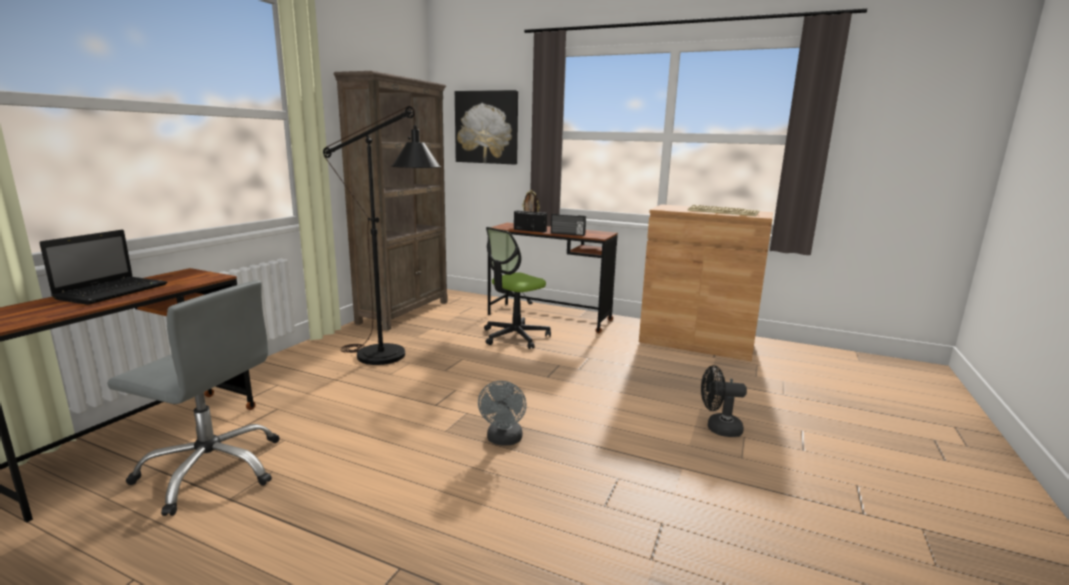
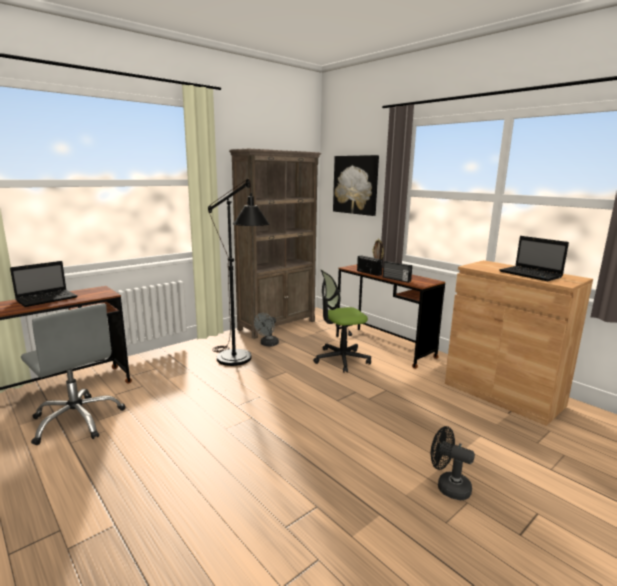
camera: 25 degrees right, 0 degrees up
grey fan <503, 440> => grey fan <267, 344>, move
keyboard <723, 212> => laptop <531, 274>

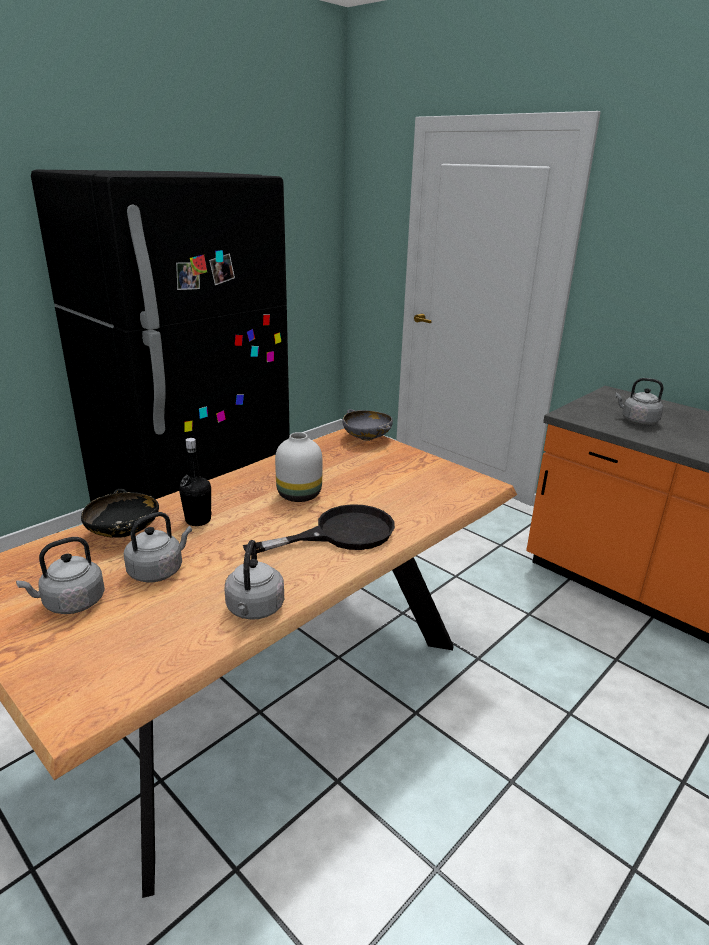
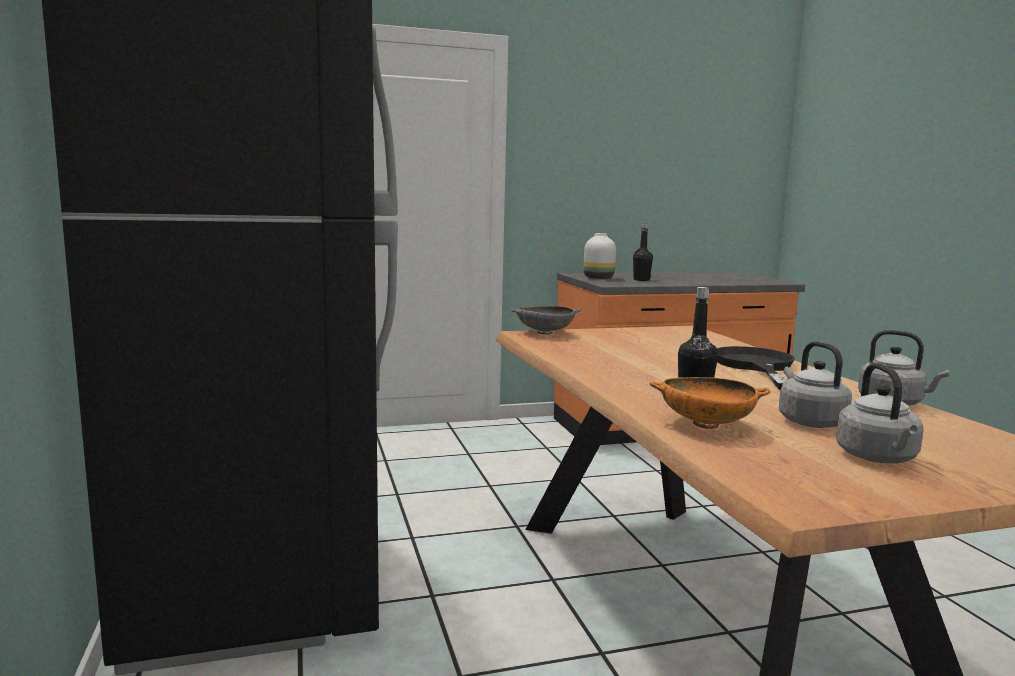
camera: 60 degrees left, 15 degrees down
white vase <298, 495> => white vase <598, 278>, move
grey kettle <637, 421> => black bottle <641, 280>
black bowl <124, 532> => orange bowl <705, 425>

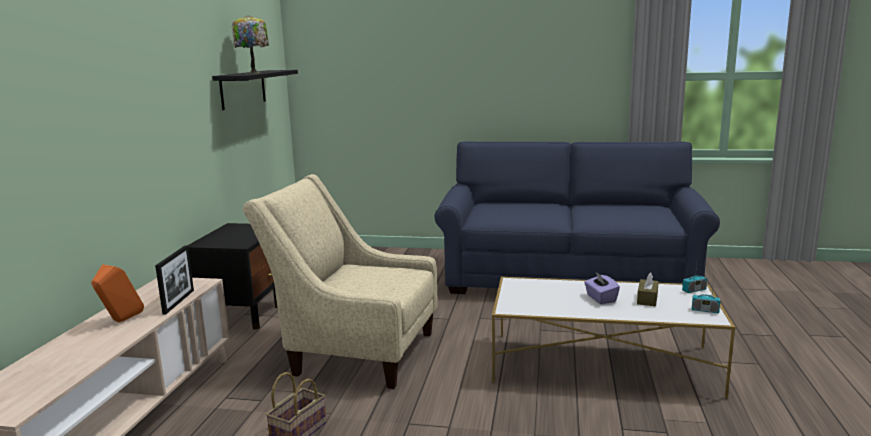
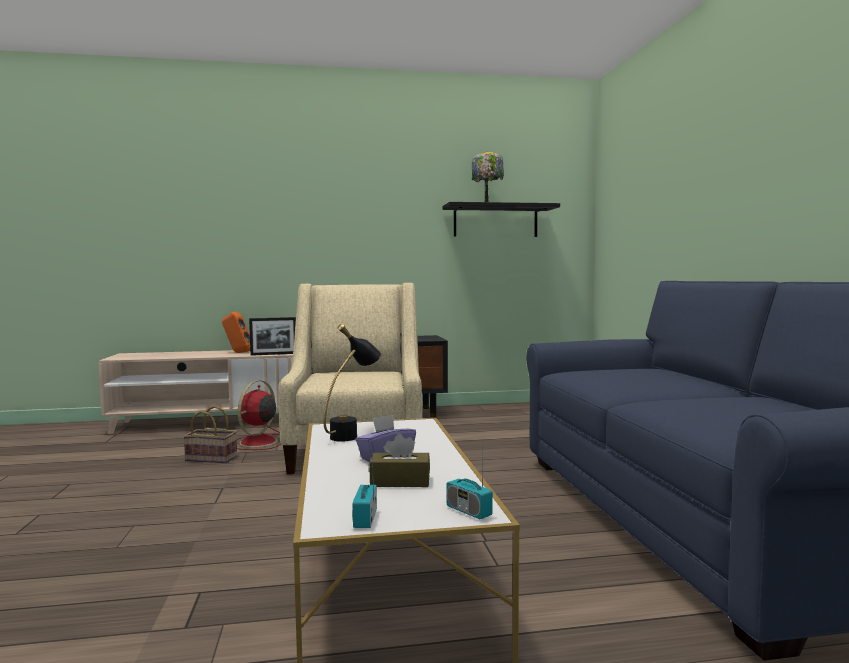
camera: 70 degrees right, 10 degrees down
nothing => red fan <257, 442>
nothing => black table lamp <351, 434>

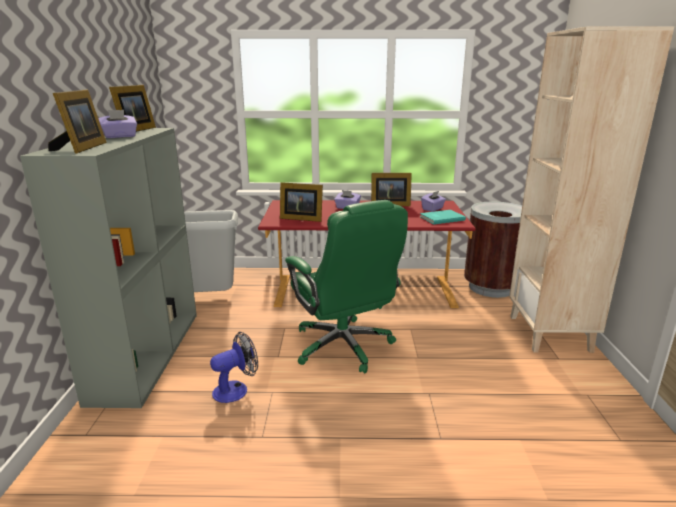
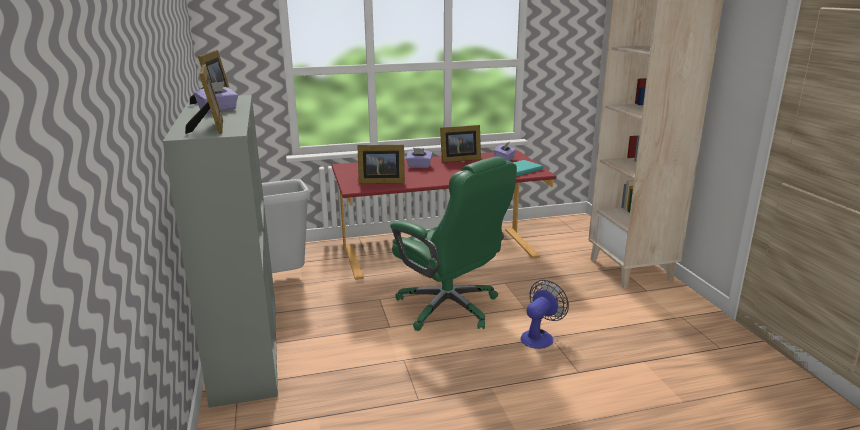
camera: 15 degrees left, 0 degrees up
brown trash can <490, 288> => nothing
fan <236, 389> => fan <540, 336>, move

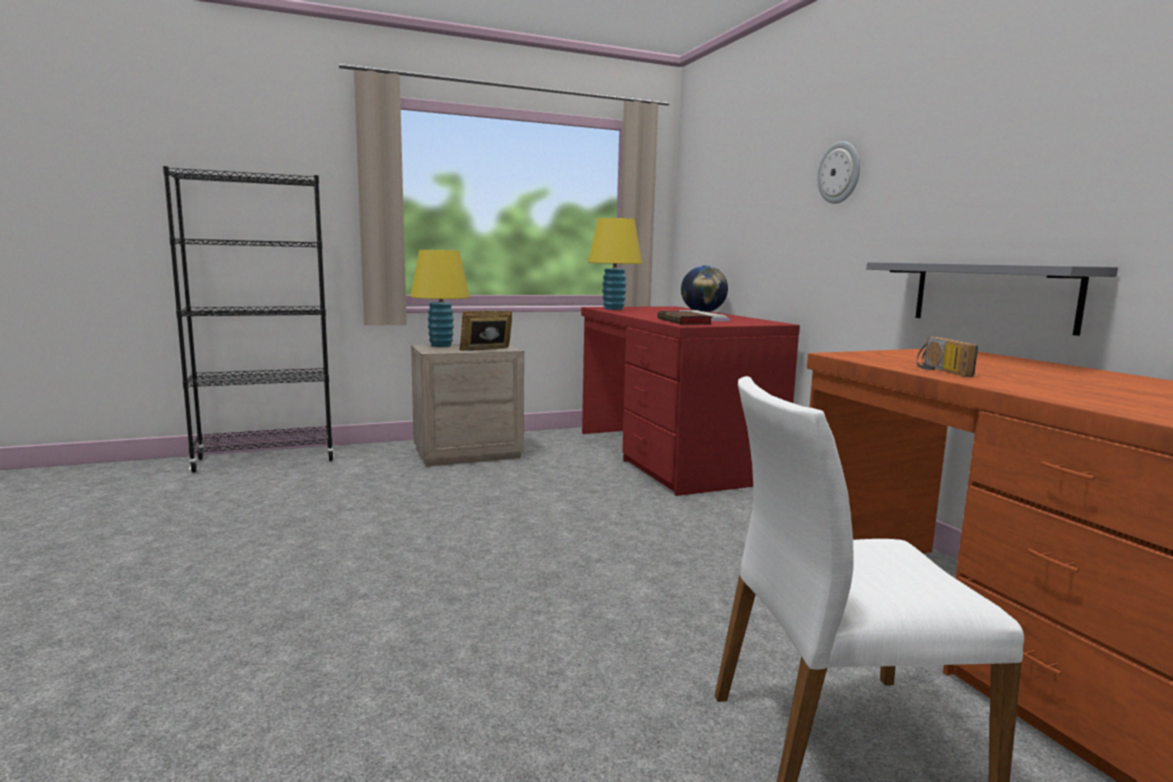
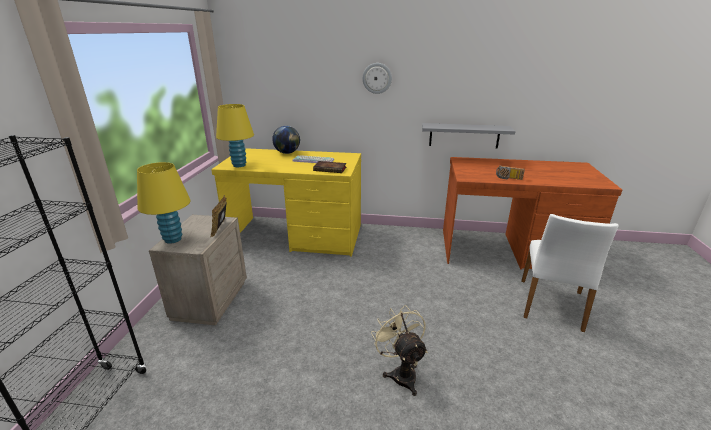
camera: 60 degrees left, 15 degrees up
nothing => beige fan <401, 373>
red desk <671, 455> => yellow desk <297, 236>

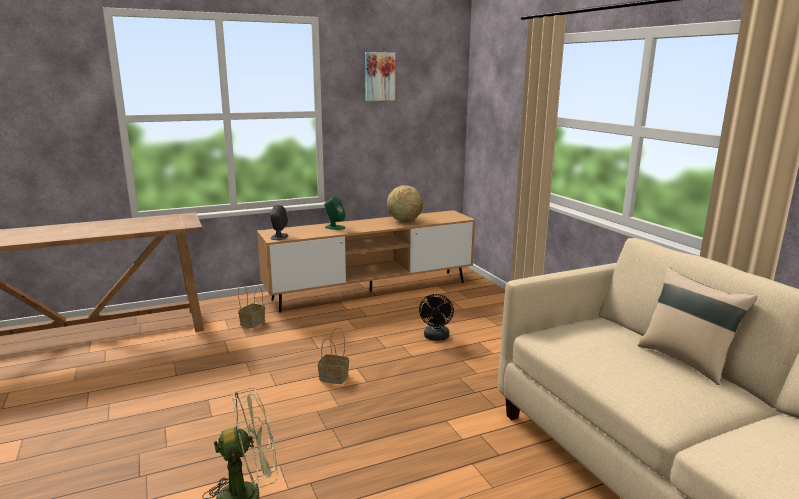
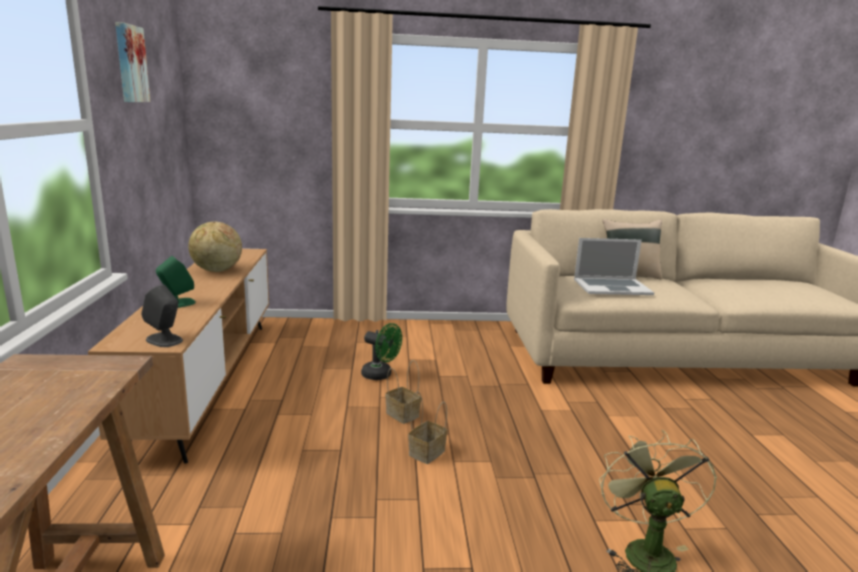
camera: 70 degrees left, 0 degrees up
nothing => laptop <612, 287>
basket <252, 322> => basket <401, 414>, move
black fan <436, 338> => green fan <381, 375>

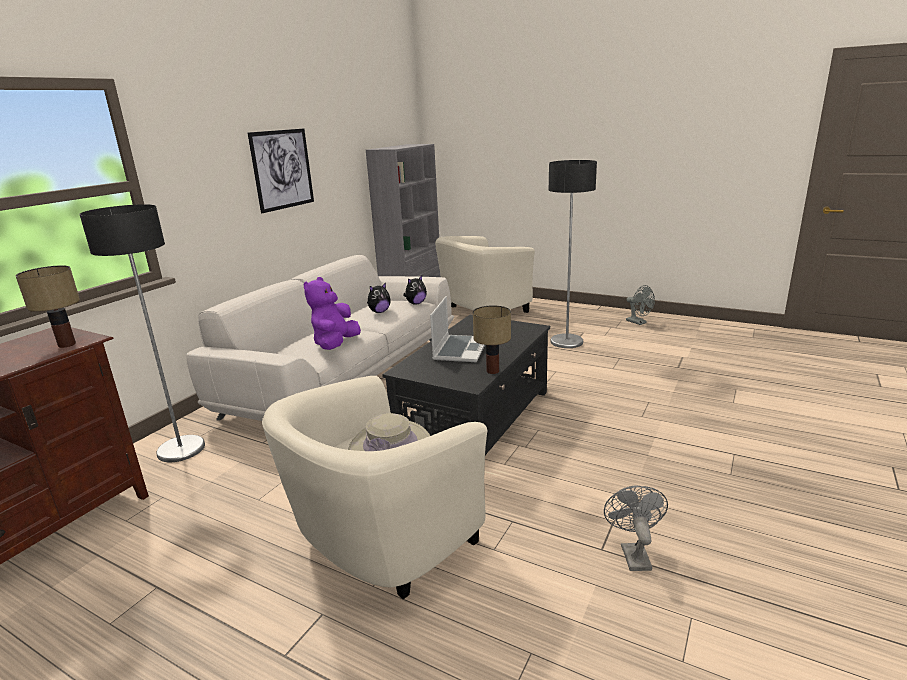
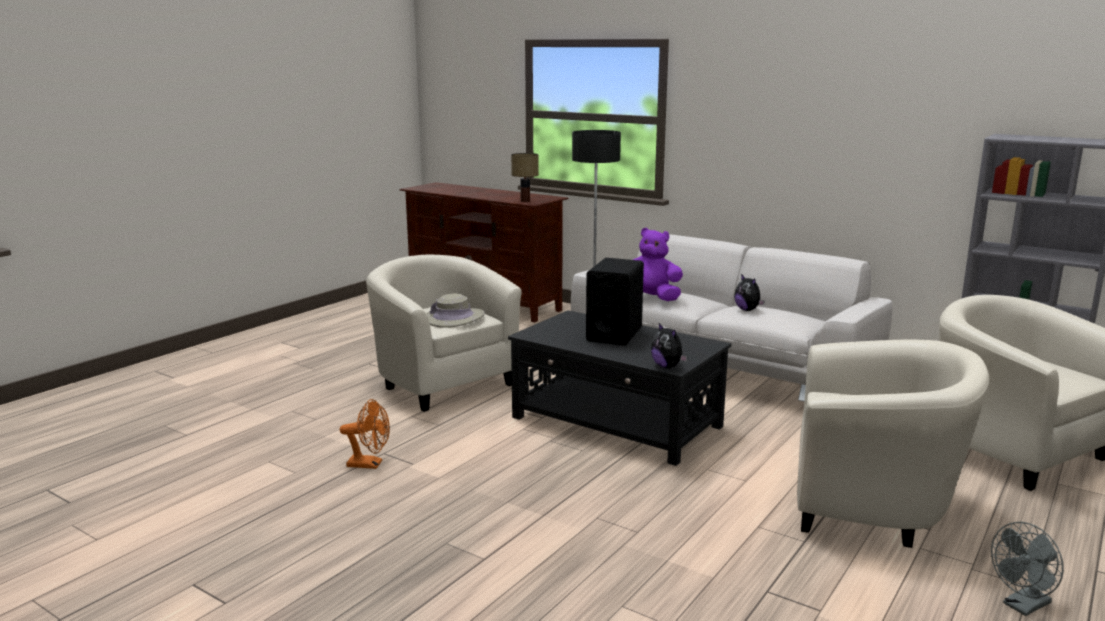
camera: 95 degrees right, 5 degrees down
picture <282, 169> => nothing
table lamp <493, 371> => nothing
plush toy <416, 303> => plush toy <667, 366>, move
laptop <460, 349> => black speaker <614, 334>
floor lamp <567, 341> => beige armchair <873, 506>
grey fan <633, 553> => orange fan <370, 464>

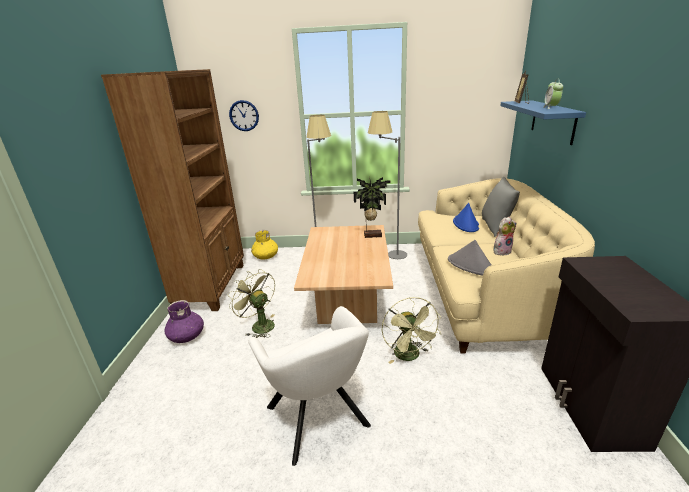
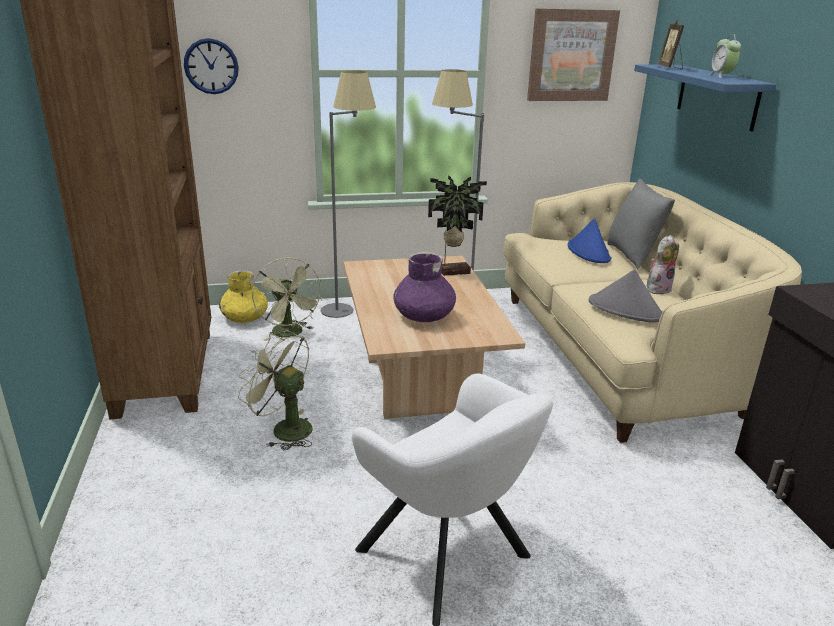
camera: 15 degrees left, 0 degrees up
nothing => picture <571, 55>
purple vase <187, 336> => purple vase <424, 316>, move
green fan <410, 356> => green fan <290, 334>, move

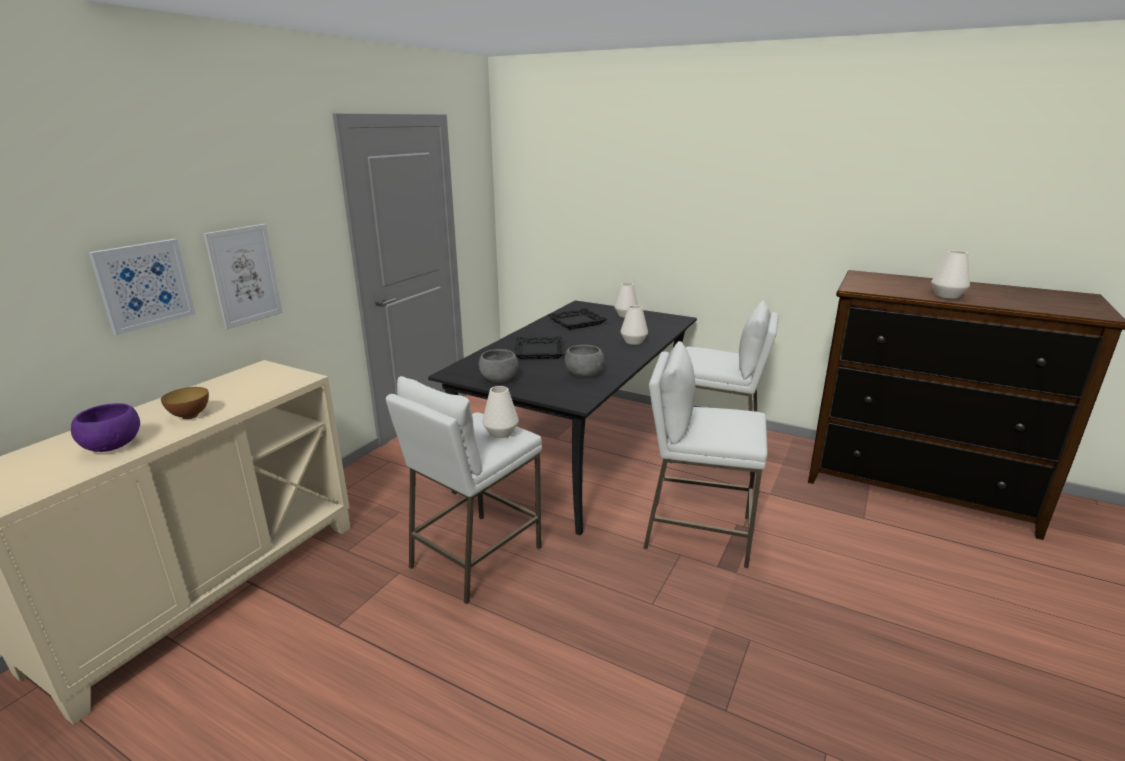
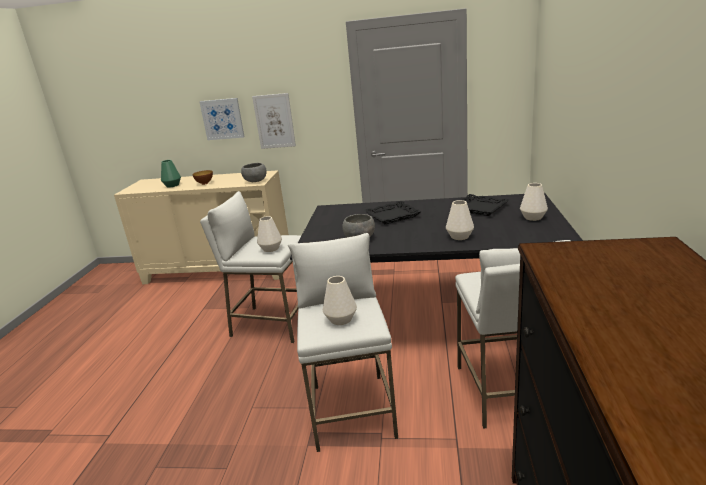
camera: 70 degrees right, 0 degrees up
grey bowl <498, 380> => grey bowl <255, 181>, move
white vase <947, 295> => white vase <341, 319>, move
purple bowl <113, 447> => green vase <172, 185>

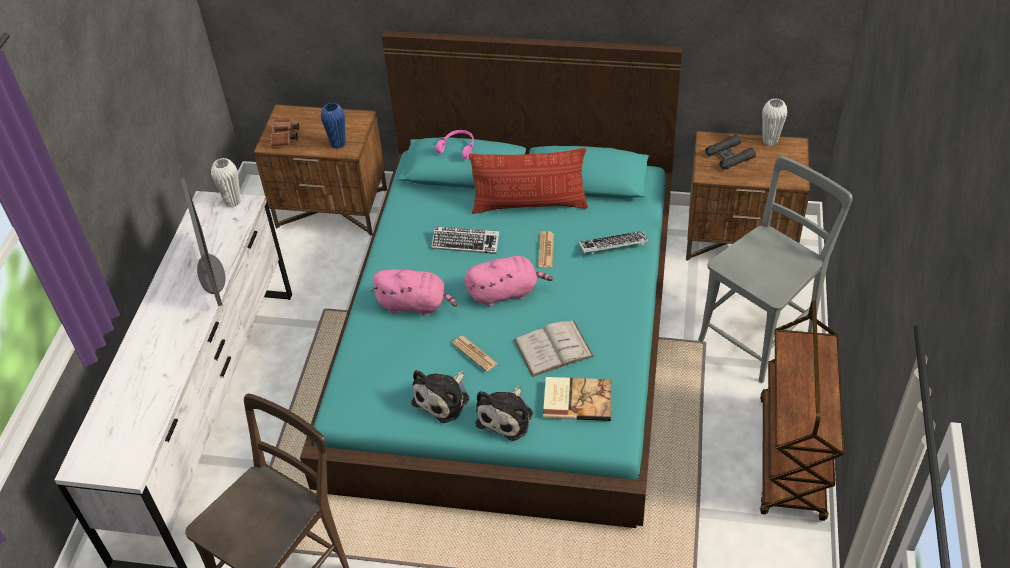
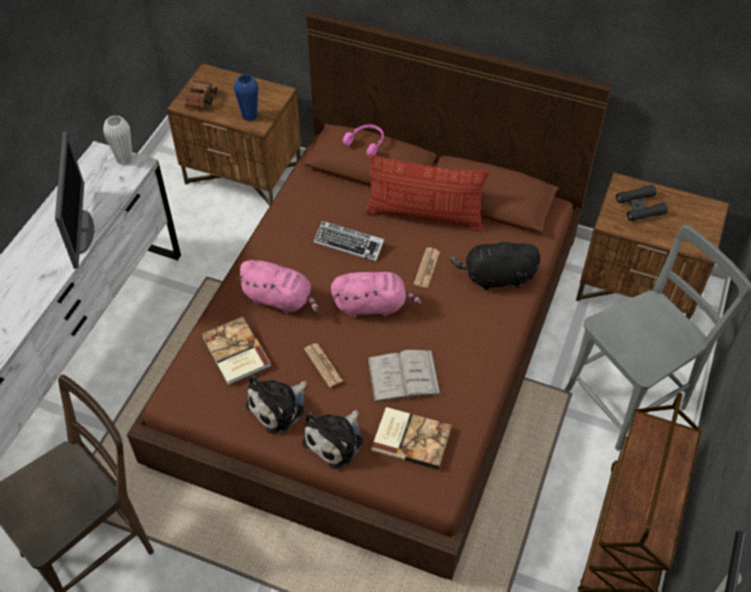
camera: 10 degrees right, 5 degrees up
white vase <770, 141> => nothing
nothing => book <235, 353>
keyboard <613, 246> => black plush toy <496, 278>
turquoise bed <509, 336> => brown bed <376, 344>

